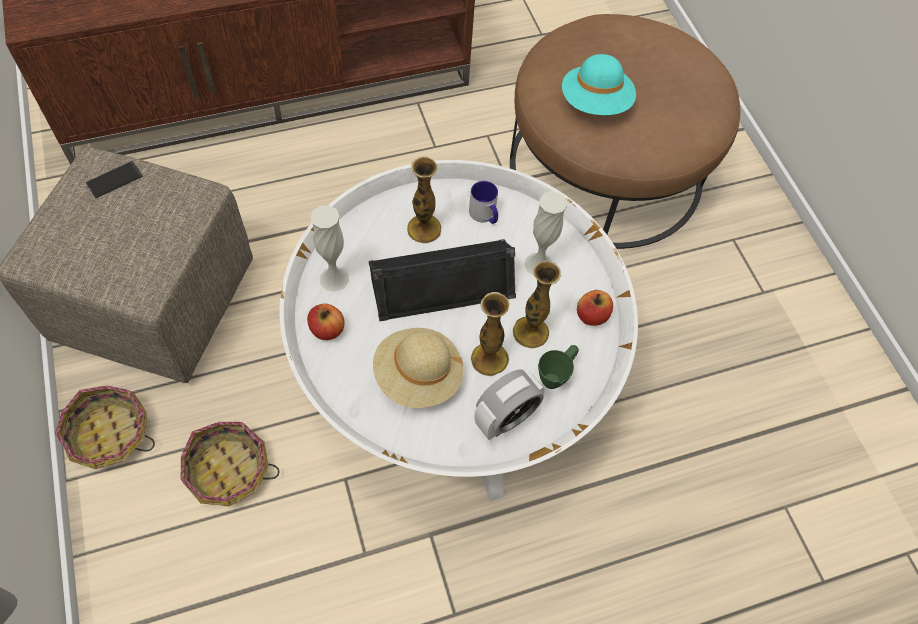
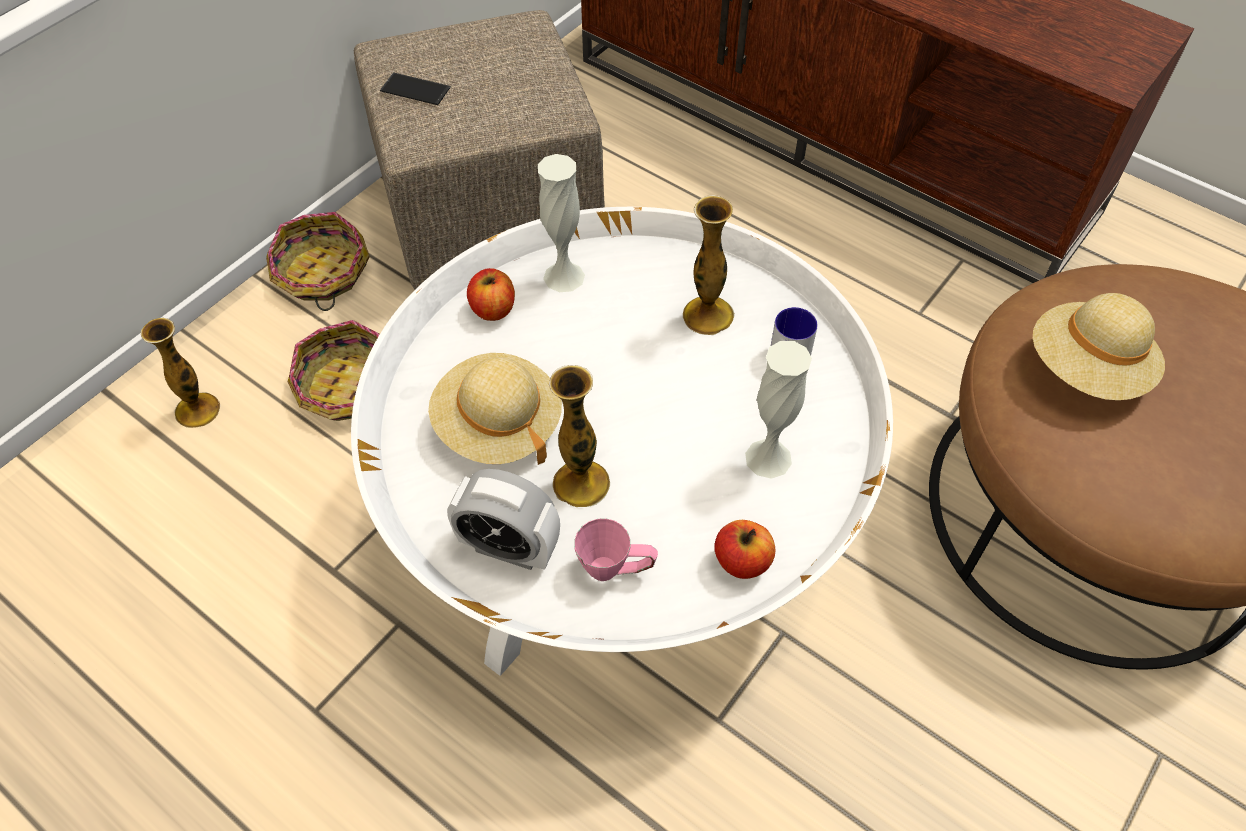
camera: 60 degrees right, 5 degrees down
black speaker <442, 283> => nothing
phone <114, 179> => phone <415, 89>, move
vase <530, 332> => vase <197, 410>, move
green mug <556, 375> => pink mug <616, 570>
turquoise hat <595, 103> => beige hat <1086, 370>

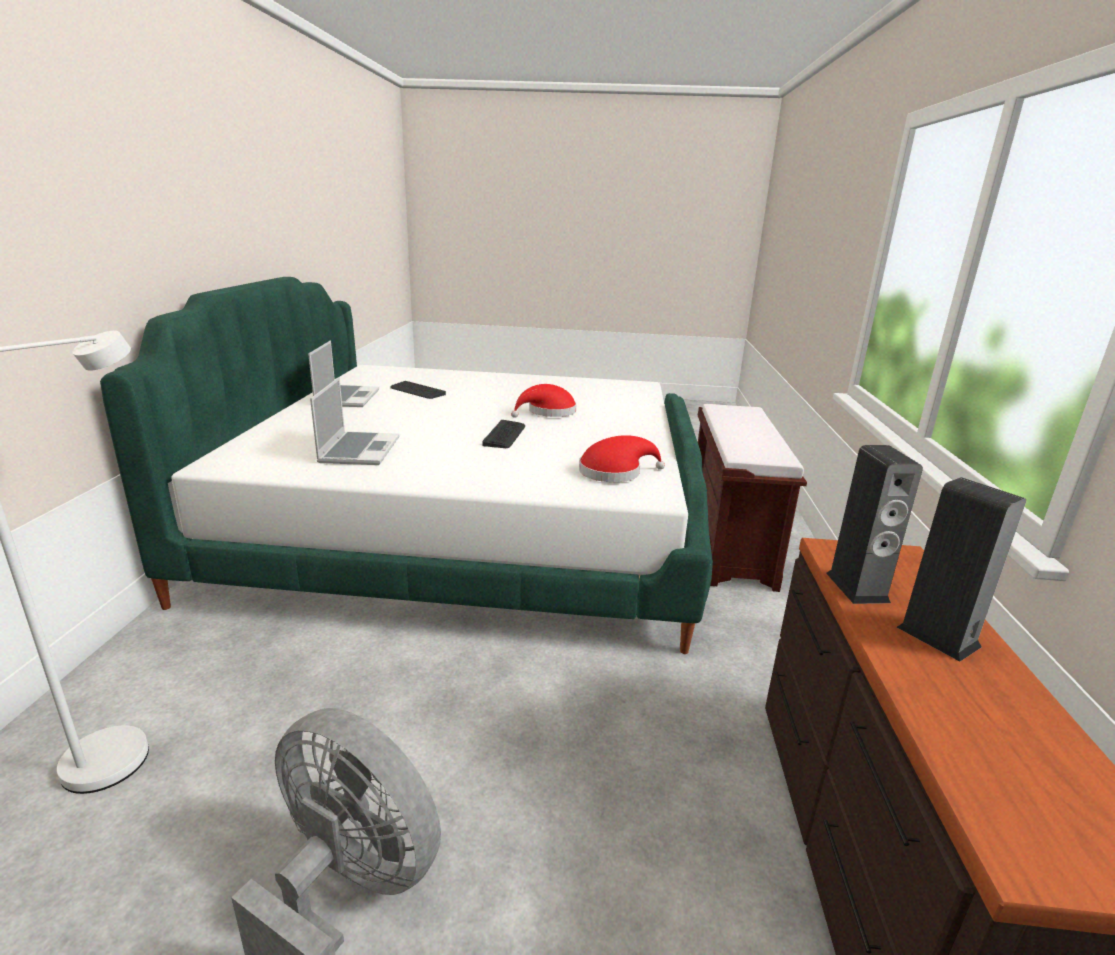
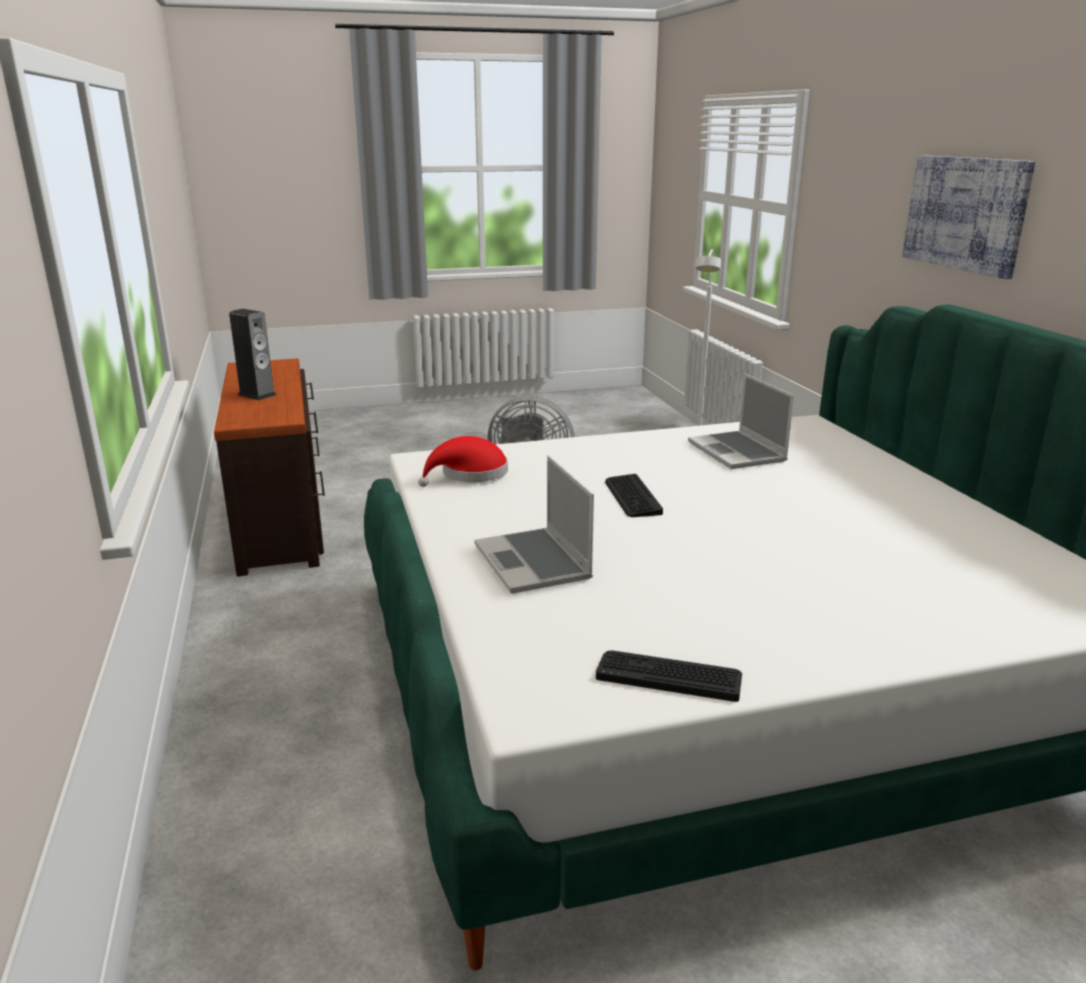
camera: 160 degrees right, 0 degrees up
red hat <548, 412> => nothing
brown bench <727, 542> => nothing
speaker <857, 587> => nothing
nothing => picture <965, 213>
laptop <346, 398> => laptop <534, 563>, move
keyboard <417, 391> => keyboard <669, 676>, move

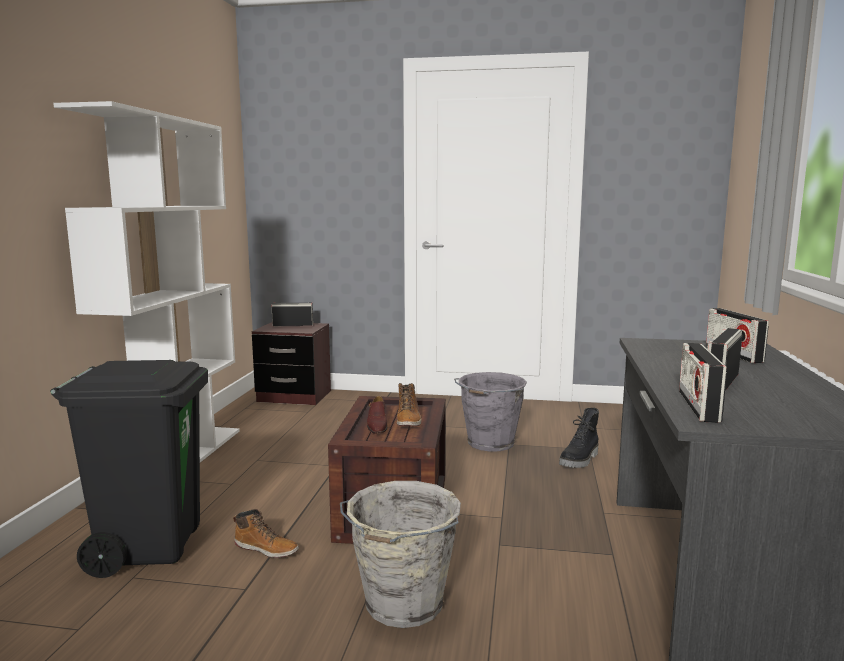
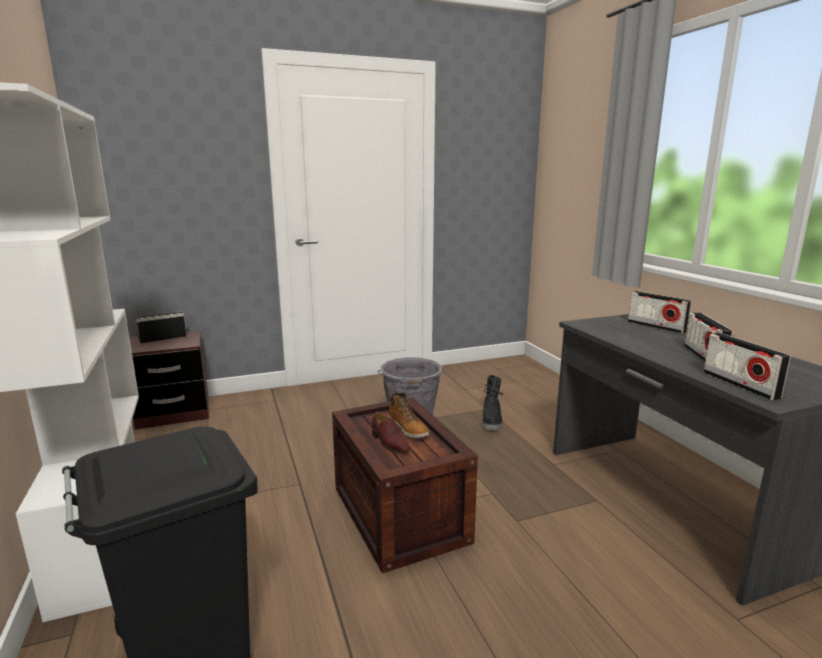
camera: 30 degrees left, 5 degrees up
boot <267, 549> => nothing
grey bucket <402, 605> => nothing

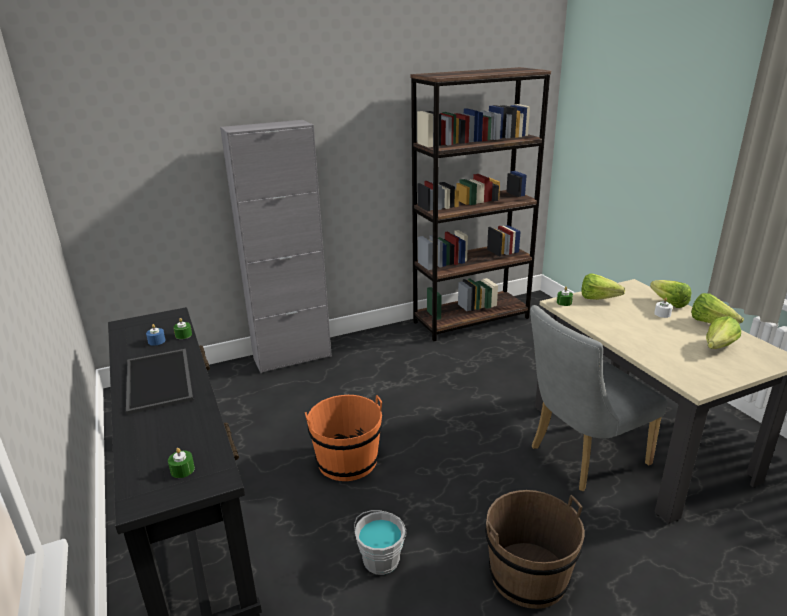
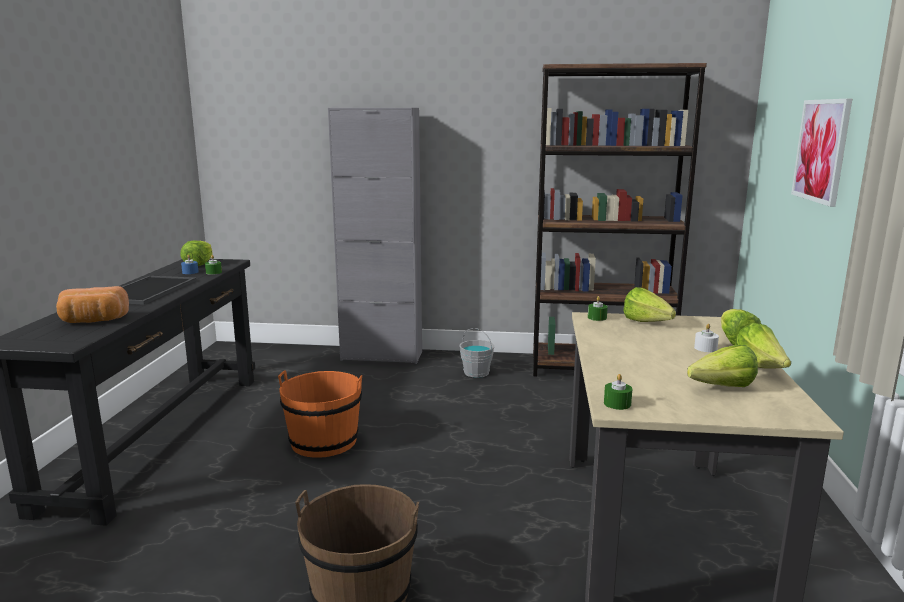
camera: 30 degrees right, 10 degrees down
grey chair <581, 457> => nothing
nothing => bread <93, 321>
nothing => lettuce <199, 264>
nothing => picture <821, 150>
green candle <182, 470> => green candle <617, 403>, move
grey bucket <381, 559> => grey bucket <476, 372>, move

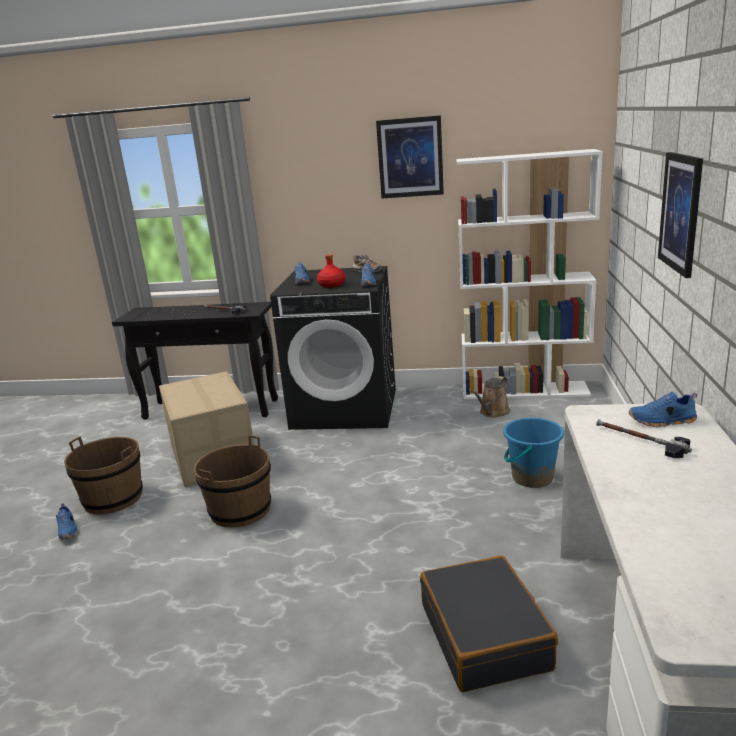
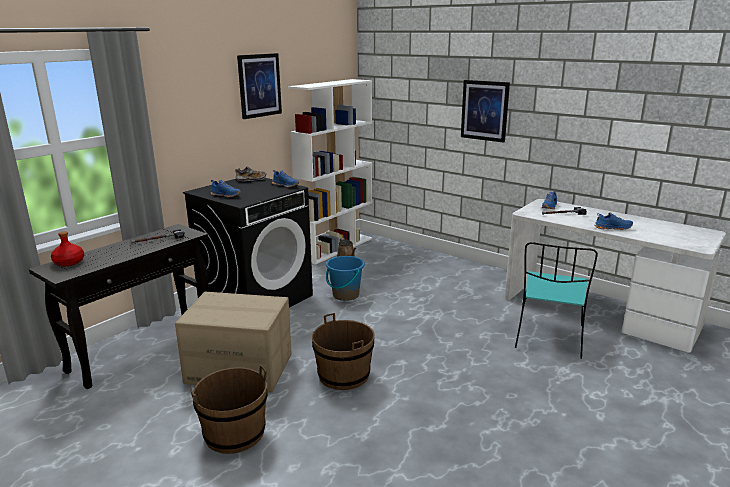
camera: 60 degrees left, 0 degrees up
blue shoe <68, 530> => blue shoe <612, 228>, move
red bottle <332, 285> => red bottle <69, 262>, move
blue bucket <532, 477> => blue bucket <345, 295>, move
black suitcase <485, 636> => turquoise chair <549, 338>

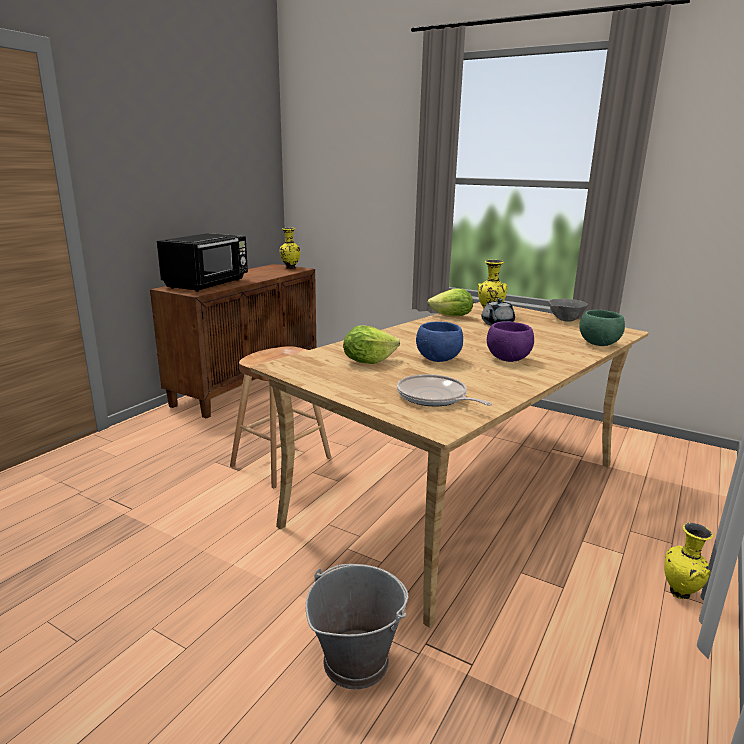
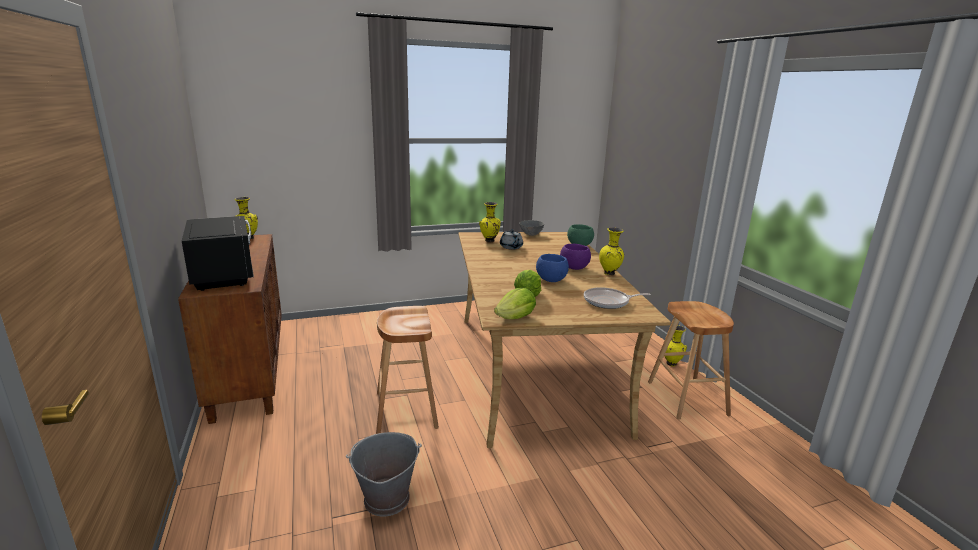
camera: 50 degrees left, 0 degrees up
nothing => yellow vase <610, 274>
nothing => brown stool <686, 398>
grey bucket <355, 660> => grey bucket <386, 499>, move
lettuce <452, 316> => lettuce <516, 318>, move

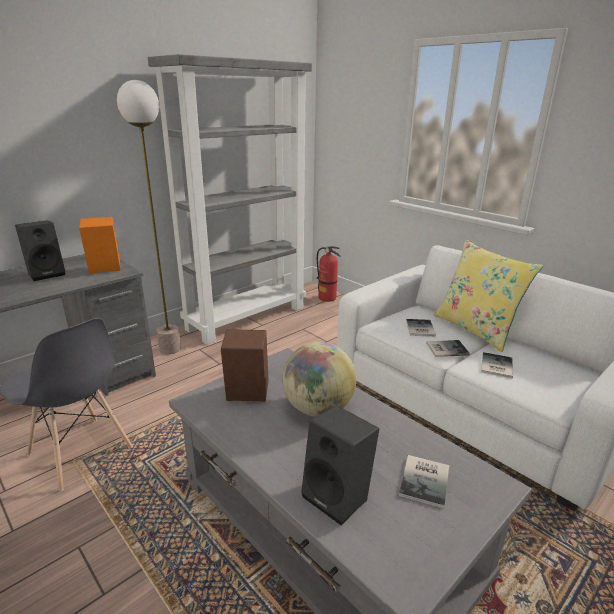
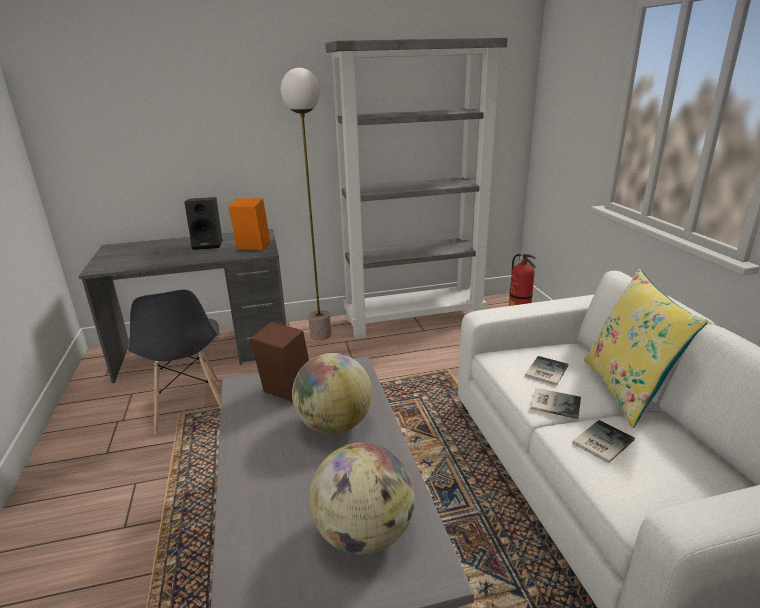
camera: 30 degrees right, 0 degrees up
black speaker <339, 496> => nothing
book <426, 480> => globe <364, 534>

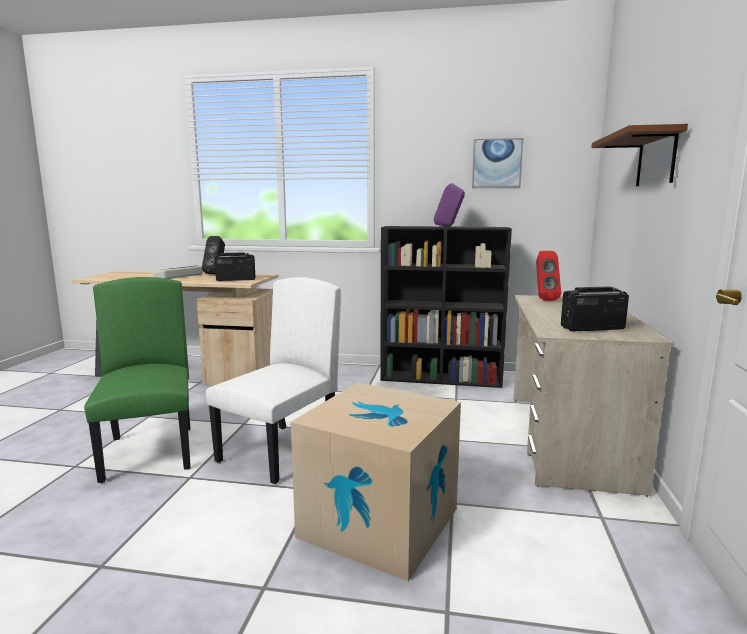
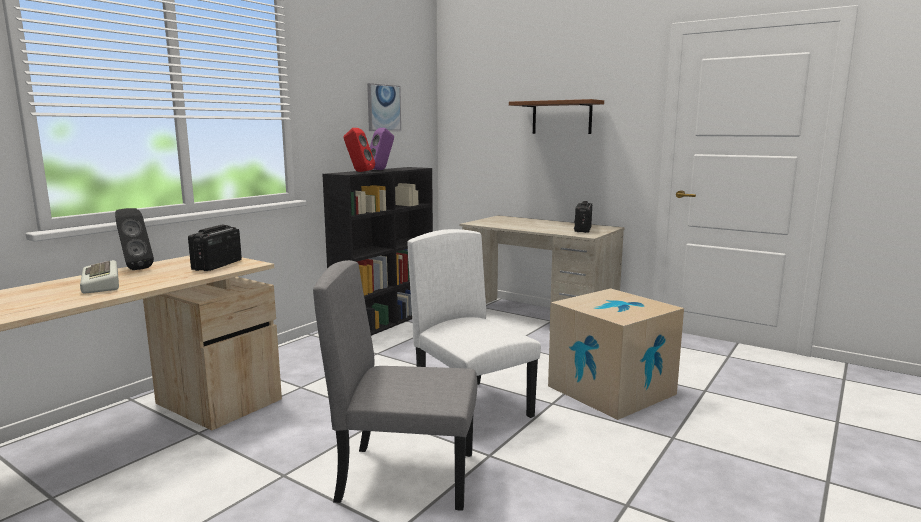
camera: 65 degrees left, 0 degrees up
red speaker <543, 300> => red speaker <359, 171>, move
green chair <150, 452> => grey chair <407, 476>

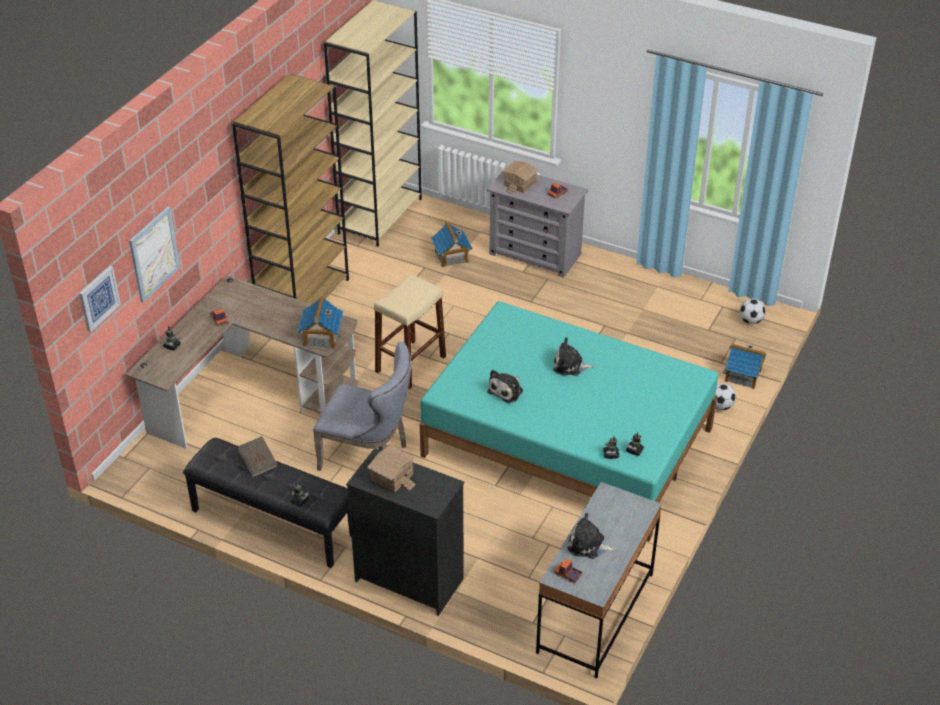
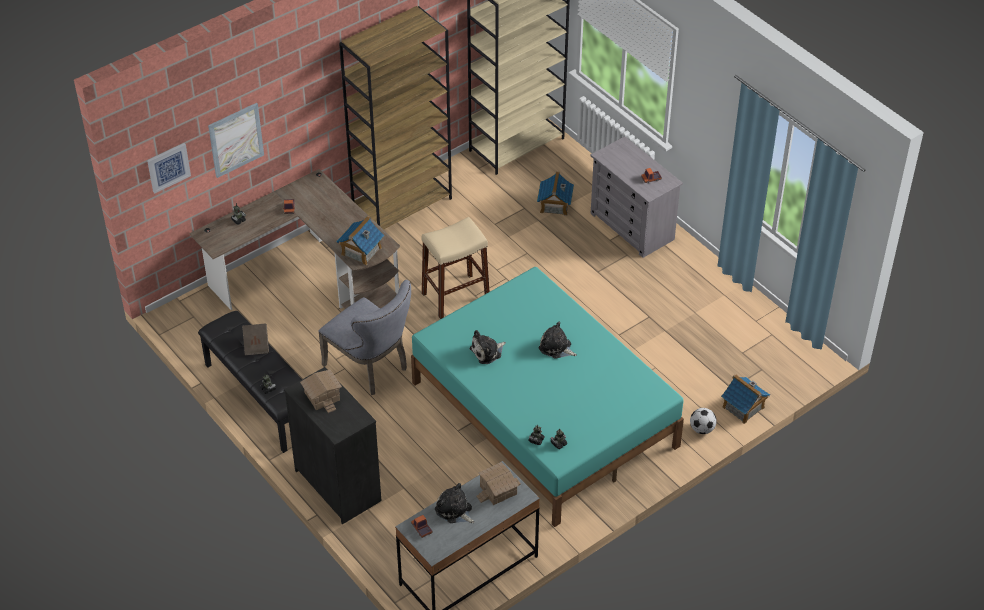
camera: 25 degrees right, 5 degrees up
football <750, 321> => nothing
toy house <520, 184> => toy house <499, 491>, move

